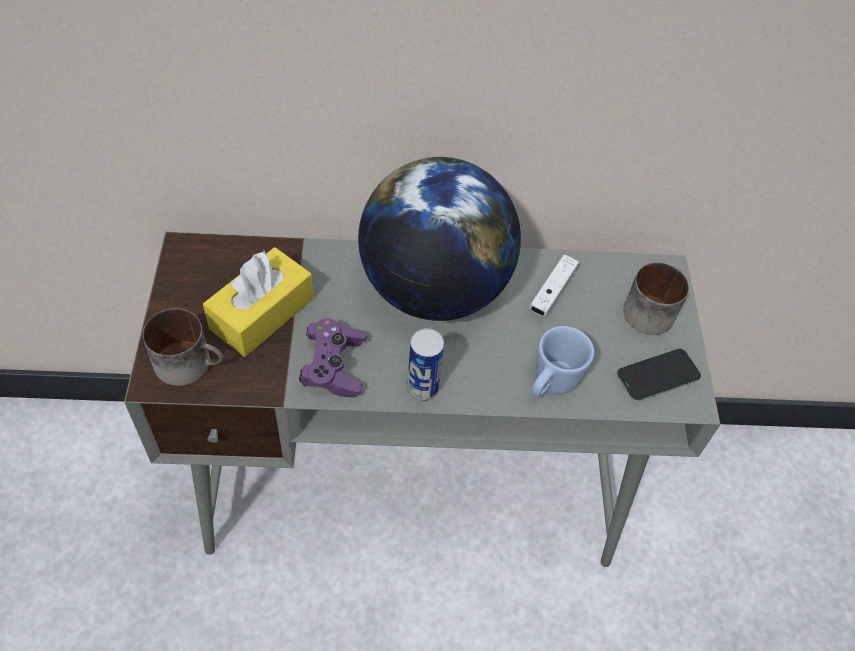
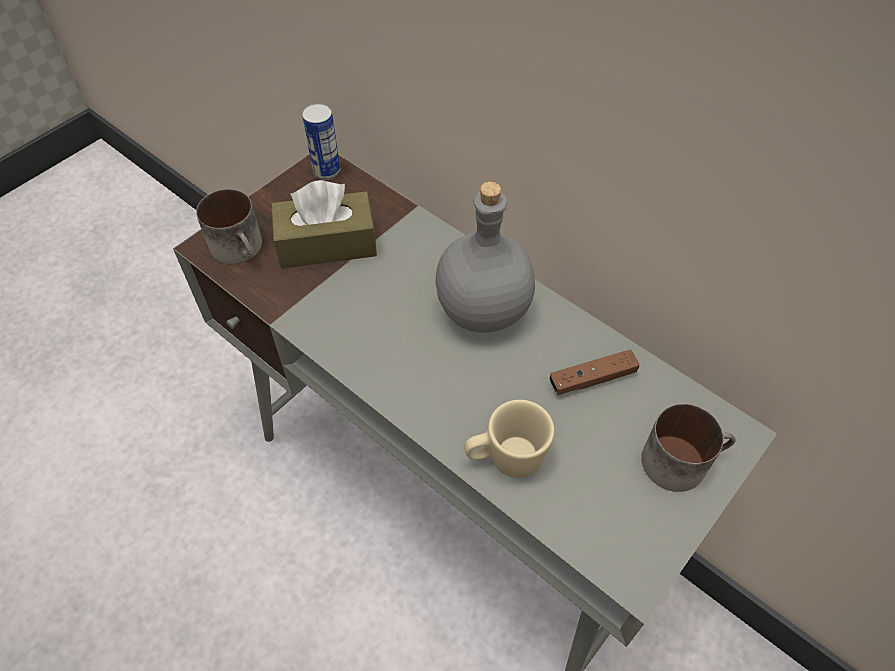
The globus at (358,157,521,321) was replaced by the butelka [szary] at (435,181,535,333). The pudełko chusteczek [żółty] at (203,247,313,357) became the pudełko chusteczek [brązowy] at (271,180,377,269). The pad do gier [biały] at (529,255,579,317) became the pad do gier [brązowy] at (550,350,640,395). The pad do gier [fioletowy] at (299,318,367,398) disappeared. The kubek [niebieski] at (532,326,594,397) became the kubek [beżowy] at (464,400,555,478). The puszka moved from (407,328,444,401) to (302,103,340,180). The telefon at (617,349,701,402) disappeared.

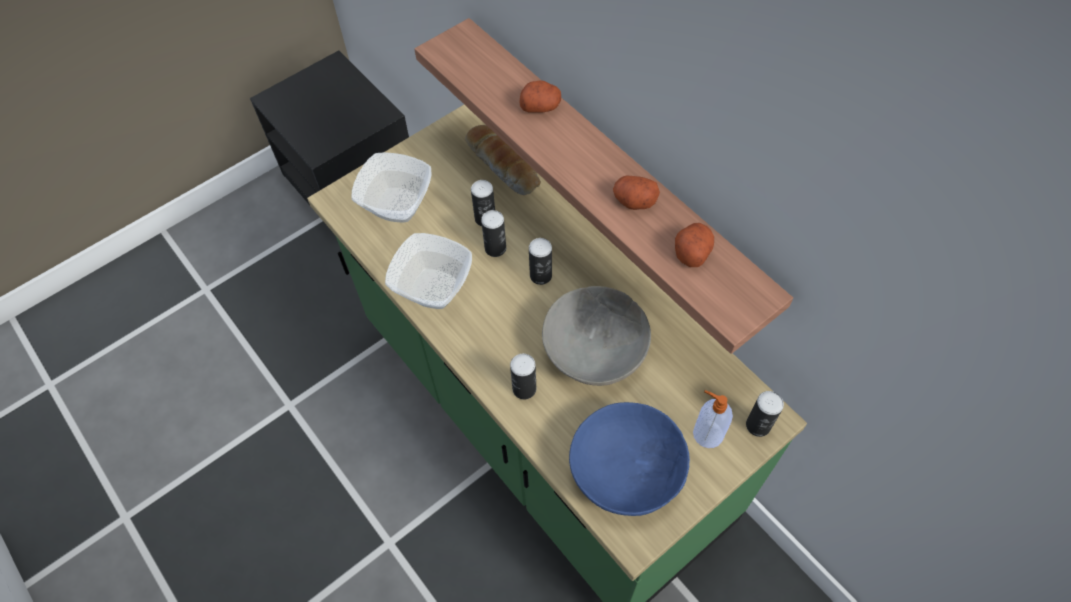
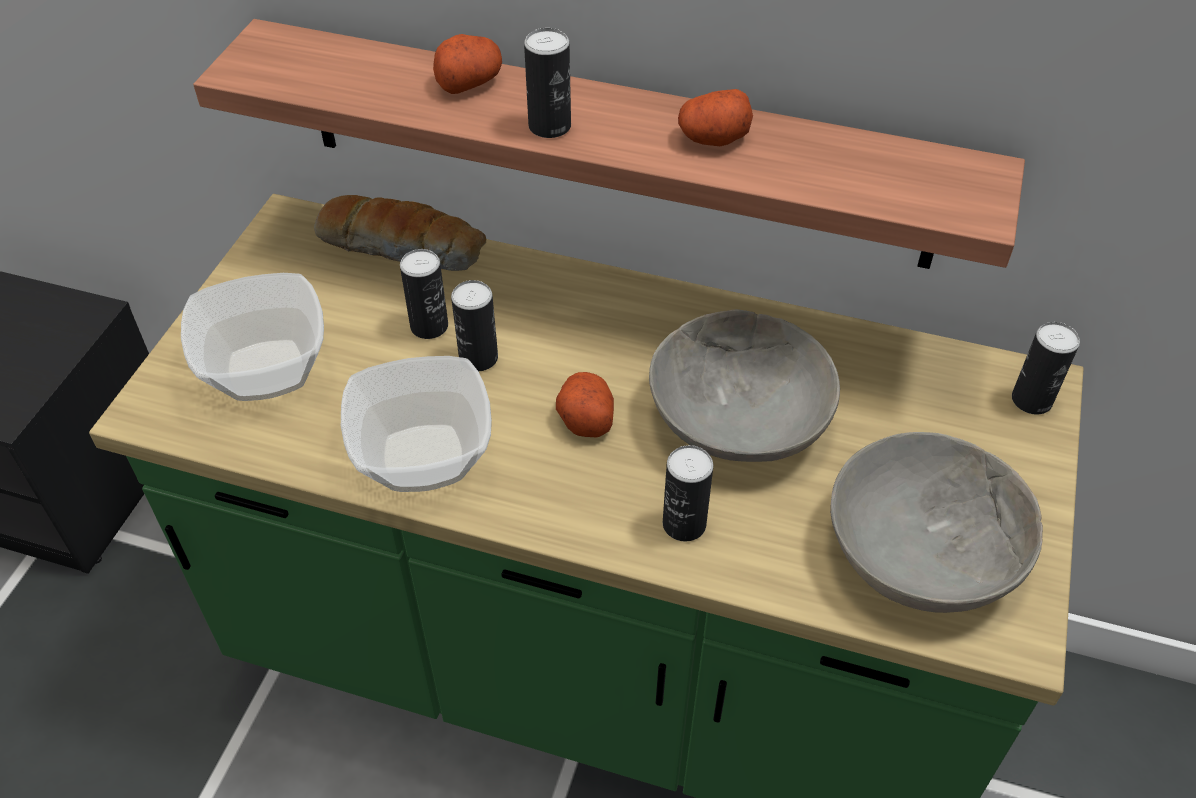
The ziemniak moved from (675,223,714,267) to (556,372,614,437). The puszka moved from (529,238,552,285) to (524,28,571,138). The dozownik mydła at (693,390,733,448) disappeared. The miska [niebieski] at (569,402,690,516) became the miska [szary] at (830,432,1043,613).

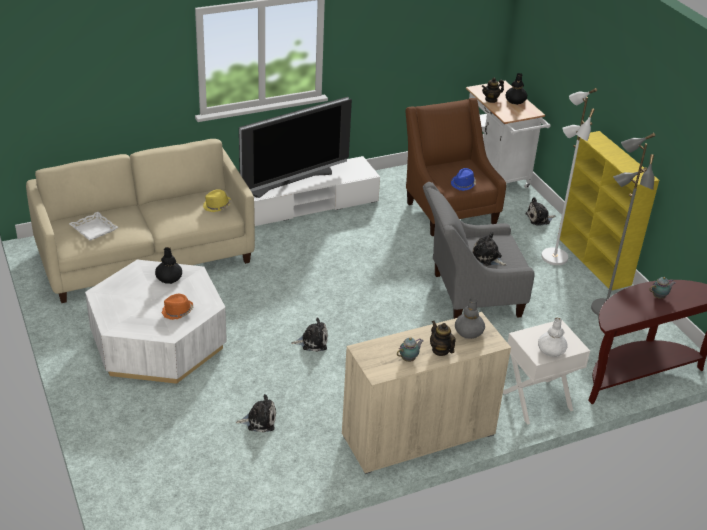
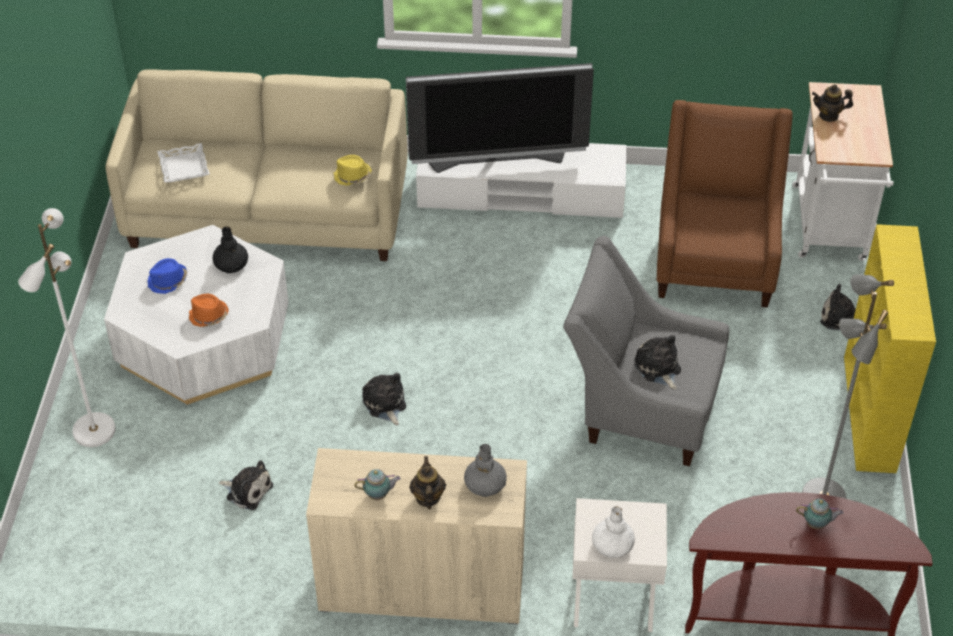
The wazon [czarny] at (506,73,527,105) disappeared. The lampa stojąca [biały] moved from (541,88,597,265) to (18,208,116,447). The kapelusz [niebieski] moved from (451,168,476,191) to (147,258,187,294). The pluszak at (291,318,328,352) turned 135 degrees counterclockwise.

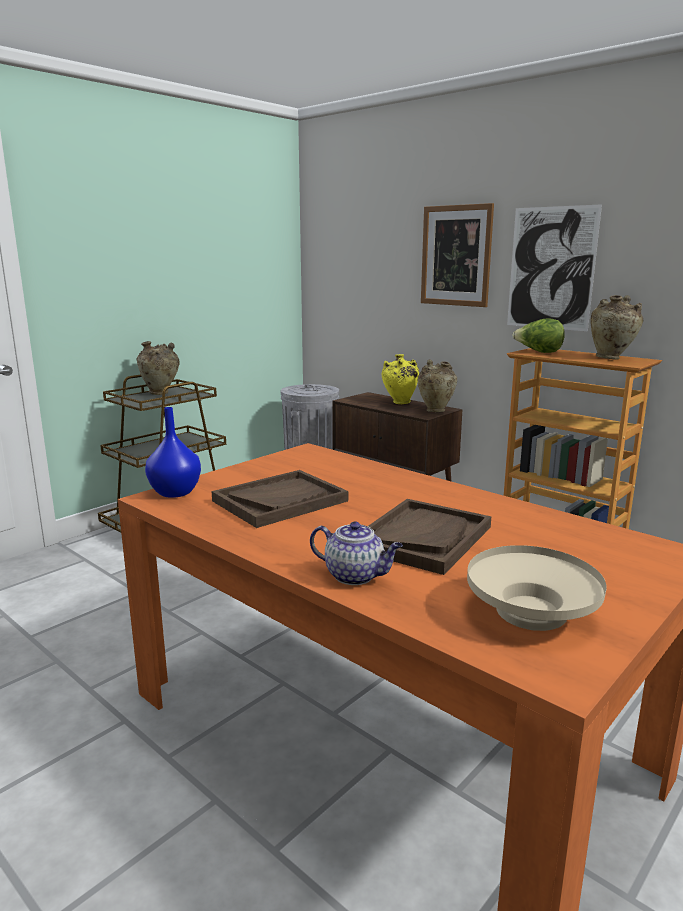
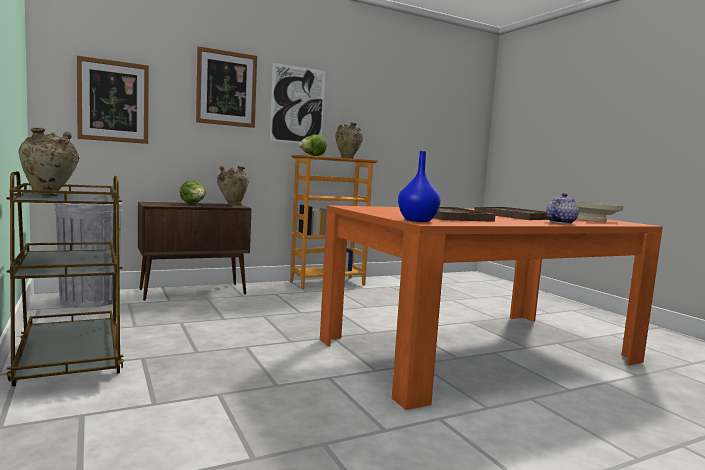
The wazon [żółty] at (382,354,419,404) was replaced by the sałata at (180,180,206,204). The obraz at (77,56,149,144) appeared.

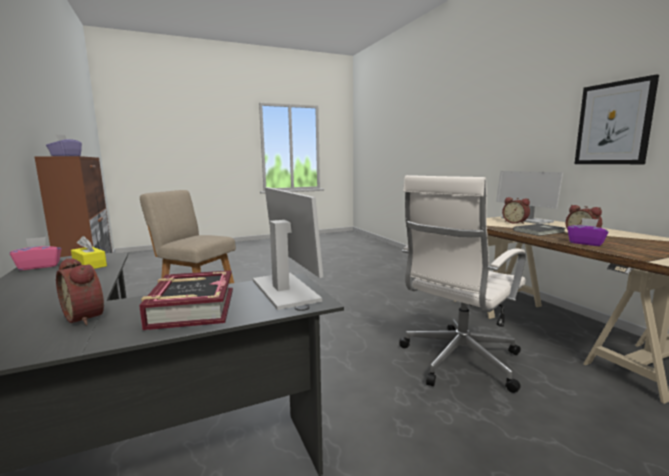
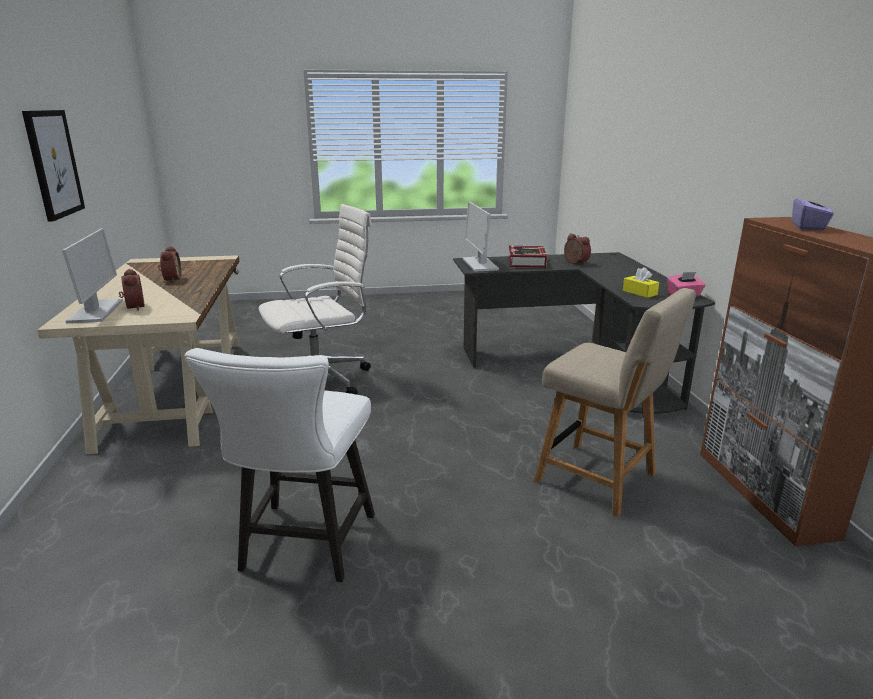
The pudełko chusteczek [fioletowy] at (568,218,609,246) disappeared. The książka [szary] at (513,224,565,236) disappeared. The krzesło [biały] at (185,348,375,582) appeared.

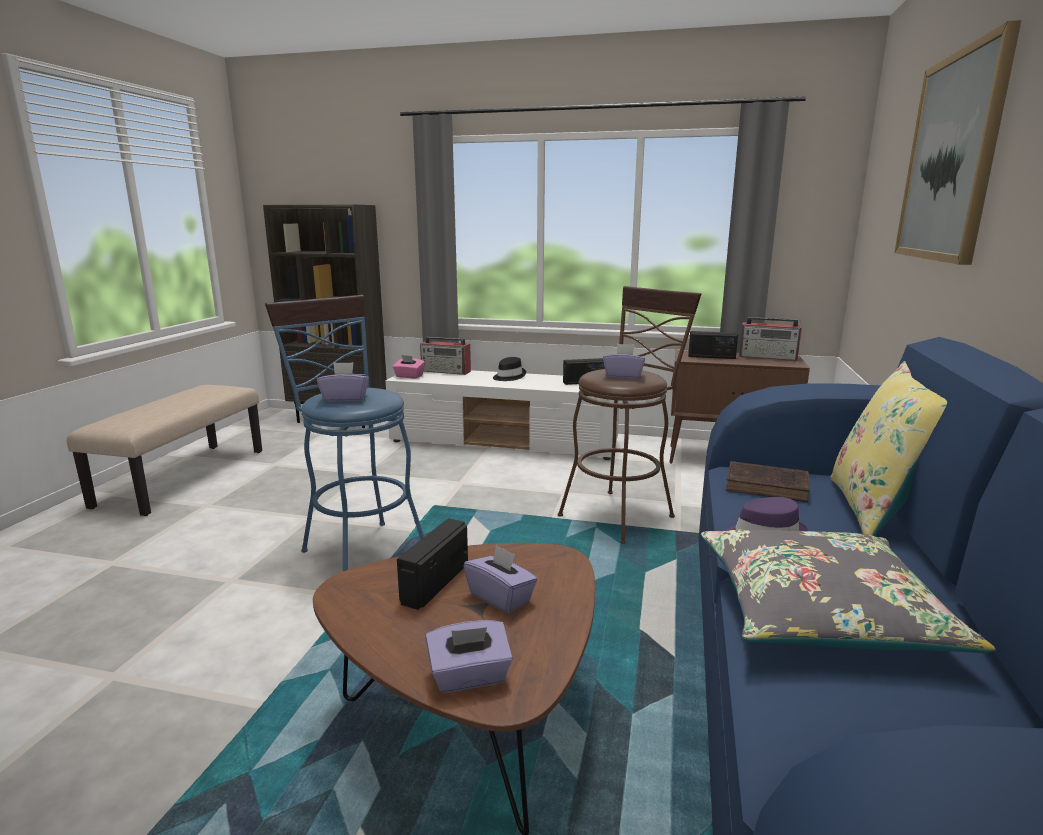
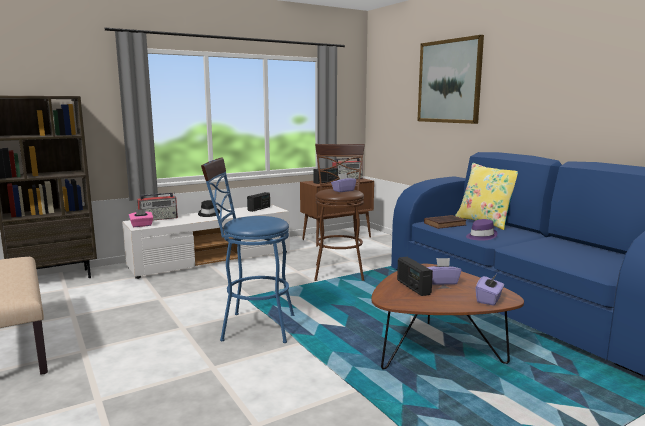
The pudełko chusteczek [fioletowy] at (317,362,369,402) disappeared. The poduszka [szary] at (701,529,996,653) disappeared.

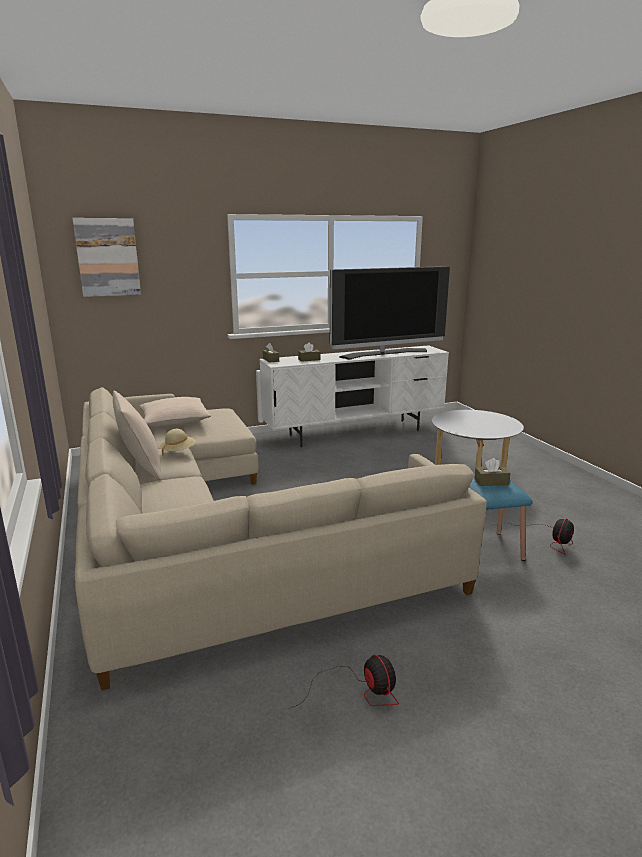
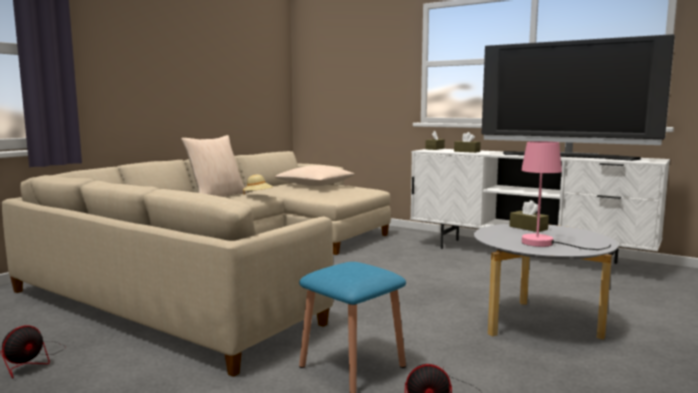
The obraz at (72,218,141,297) disappeared. The pudełko chusteczek [brązowy] moved from (474,458,510,486) to (510,200,549,232). The lampa stołowa [różowy] at (521,141,611,250) appeared.

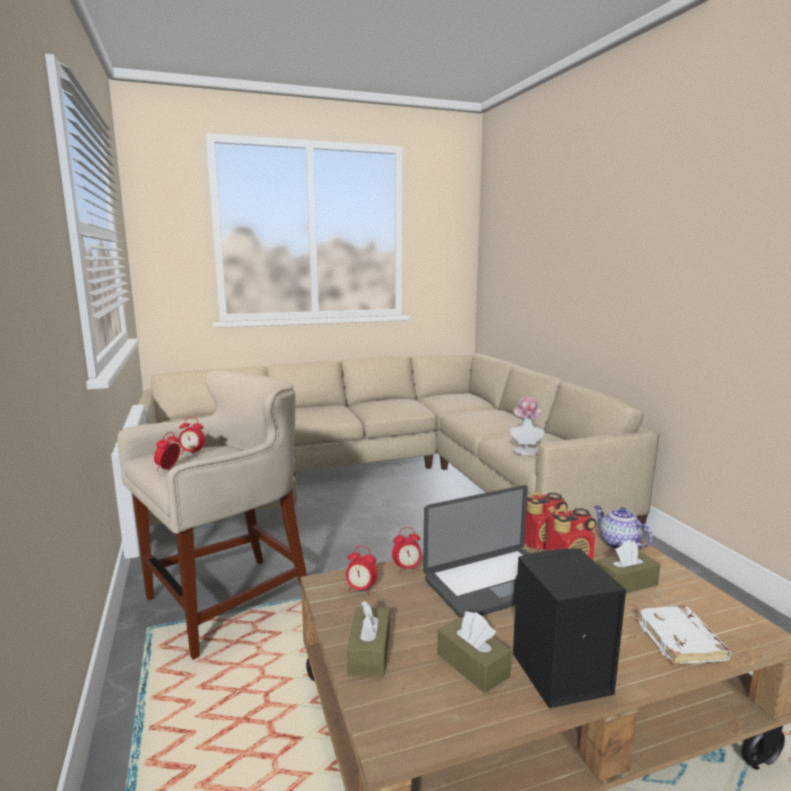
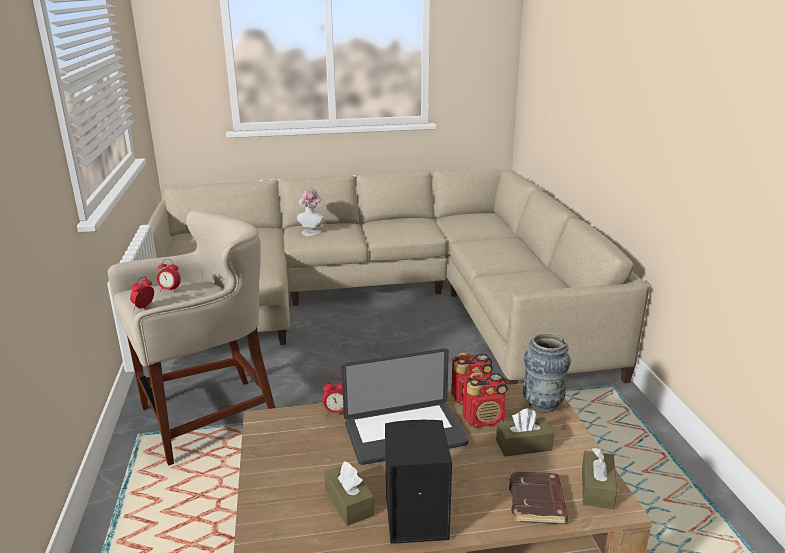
The kapelusz moved from (510,397,545,455) to (297,188,324,236). The imbryk at (594,506,653,549) was replaced by the wazon at (523,333,571,413). The budzik at (346,546,378,595) disappeared. The pudełko chusteczek [brązowy] moved from (347,601,390,677) to (582,448,617,510). The książka [biały] at (635,606,731,665) became the książka [brązowy] at (509,471,568,524).

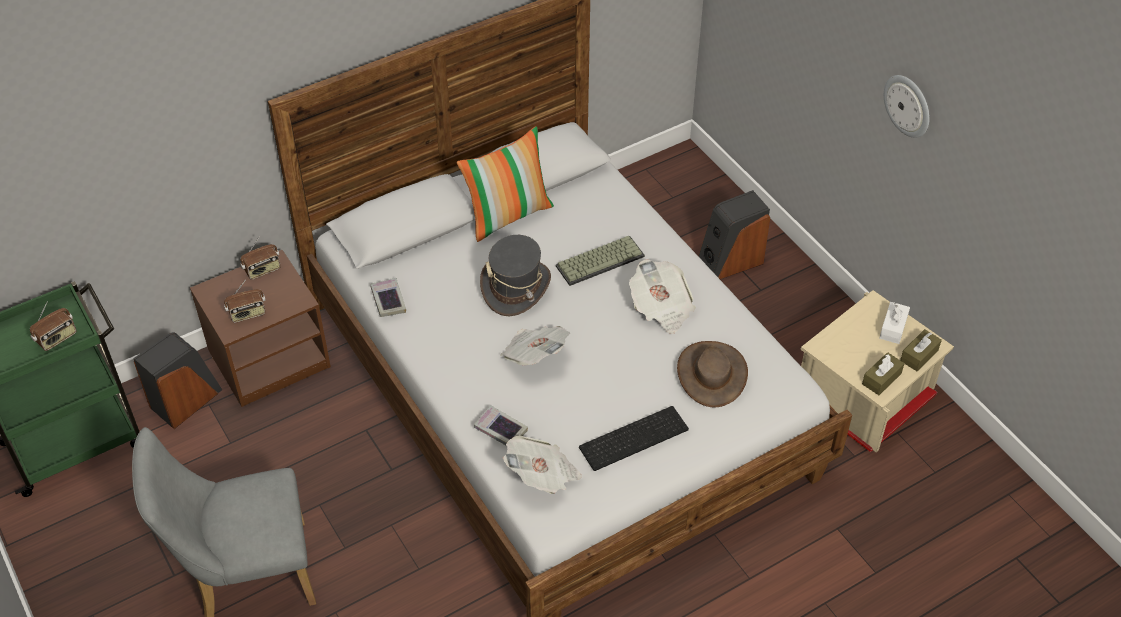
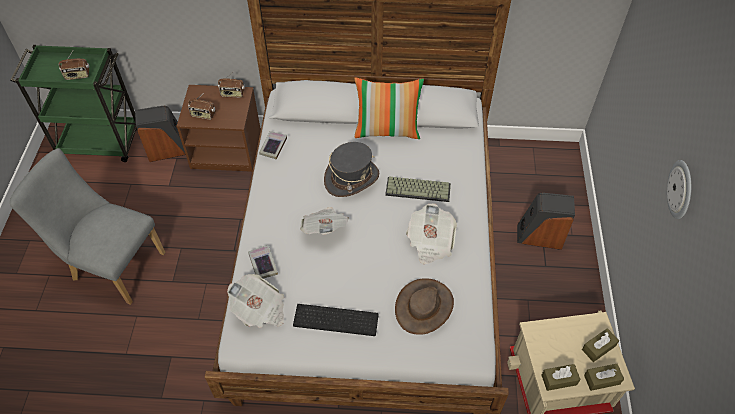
The pudełko chusteczek [biały] at (879,302,910,344) became the pudełko chusteczek [brązowy] at (582,328,619,362).

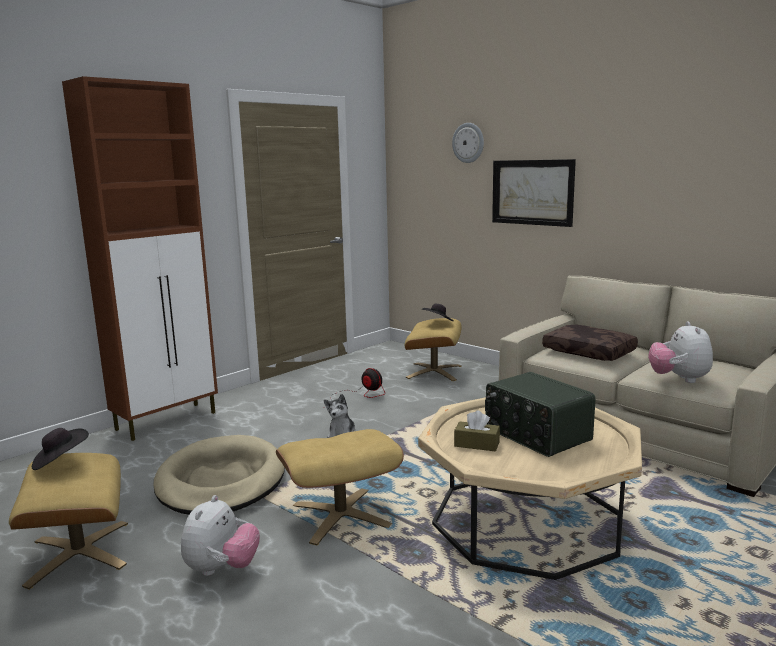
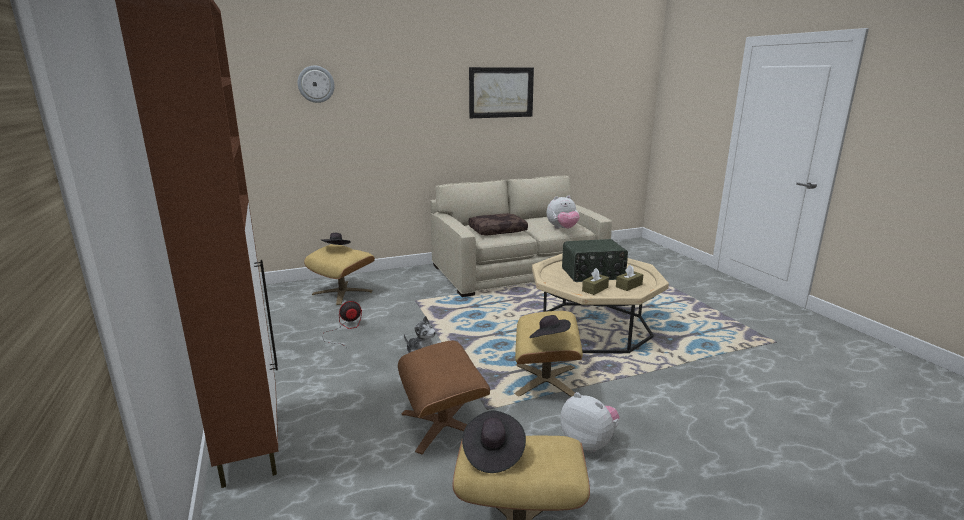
The obraz moved from (492,159,576,227) to (469,67,534,118). The pluszak at (648,321,713,383) turned 45 degrees counterclockwise. The legowisko [beżowy] at (154,435,285,515) was replaced by the pufa [brązowy] at (398,341,490,454). The pudełko chusteczek [brązowy] at (616,265,643,291) appeared. The kapelusz [czarny] at (529,315,571,338) appeared.

